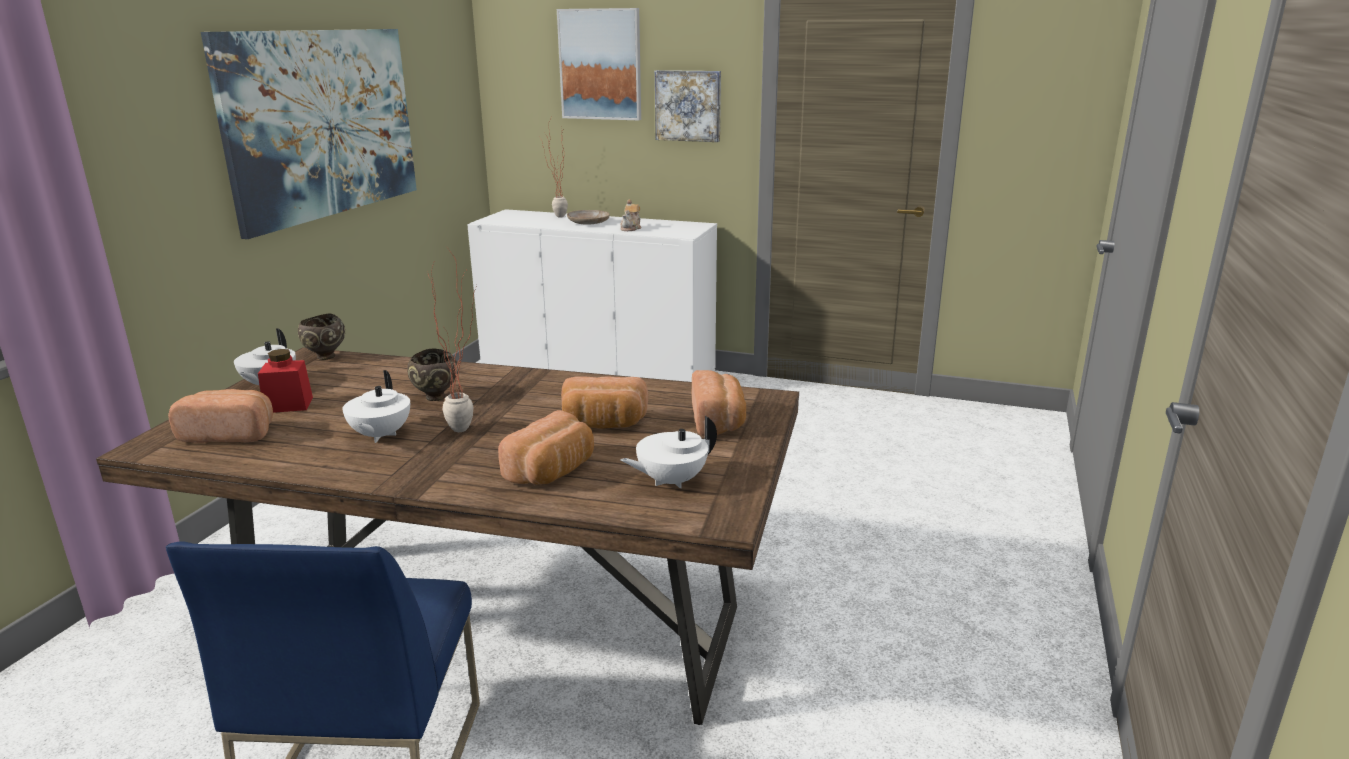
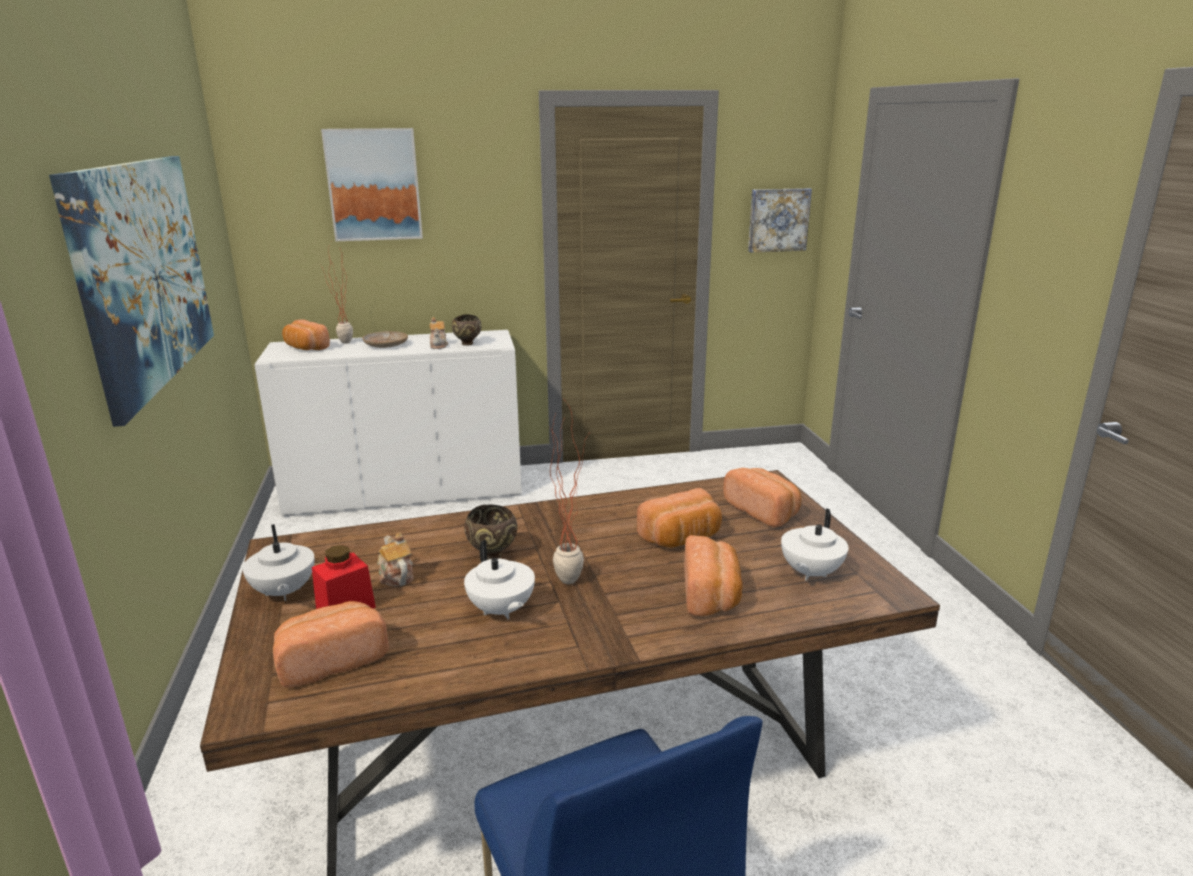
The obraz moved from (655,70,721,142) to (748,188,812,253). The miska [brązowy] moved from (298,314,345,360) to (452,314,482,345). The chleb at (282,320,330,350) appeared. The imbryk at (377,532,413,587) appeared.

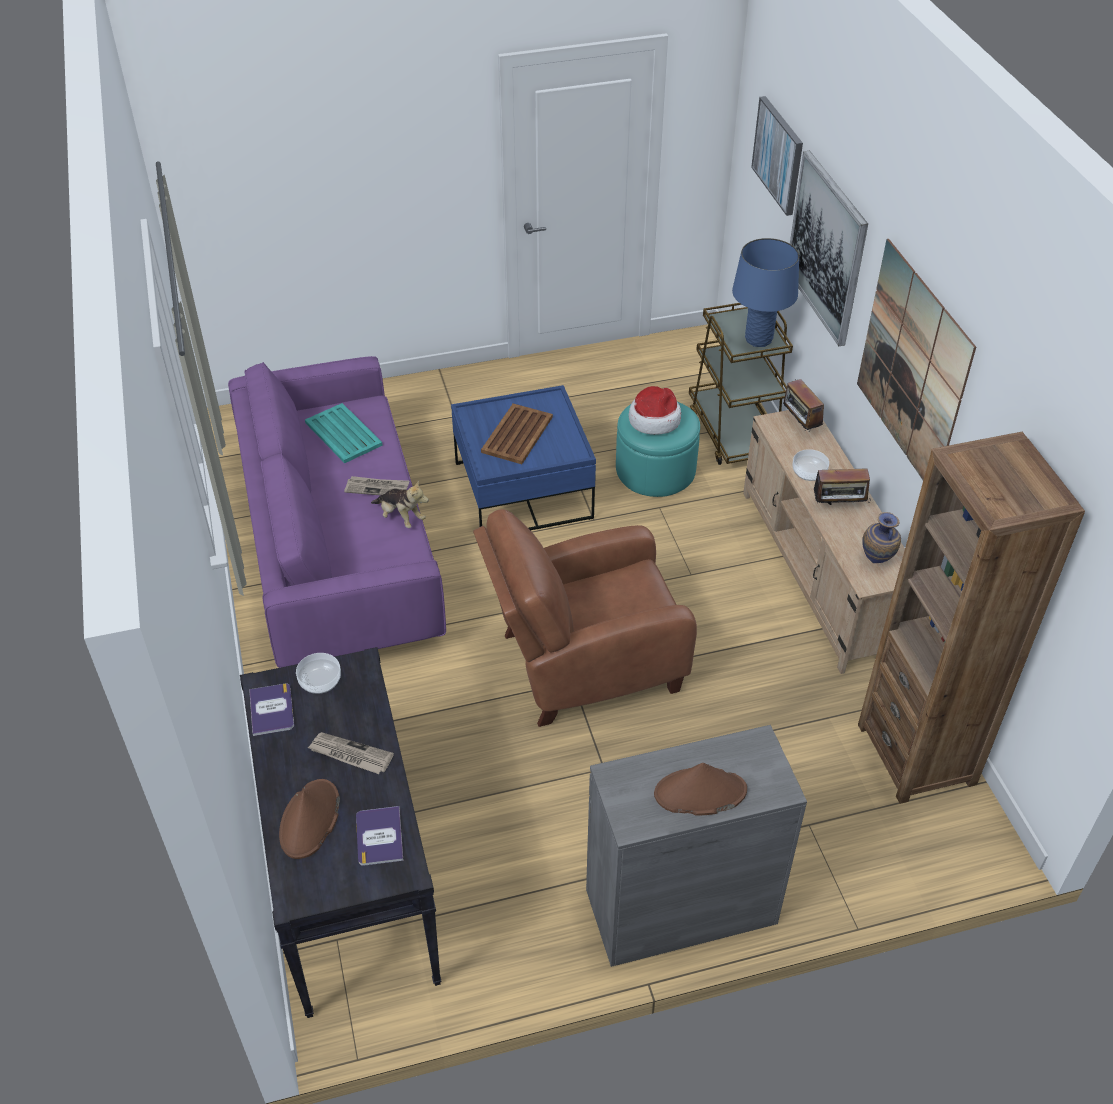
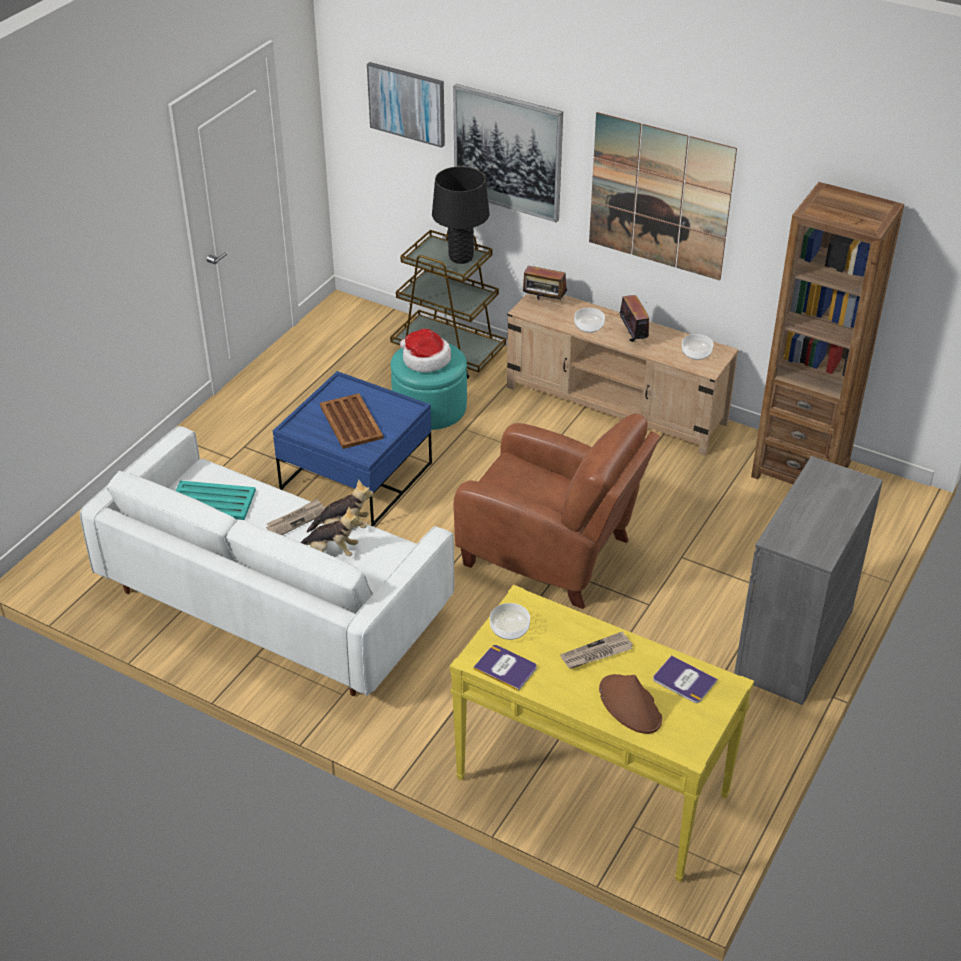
The lampa stołowa [niebieski] at (732,238,799,347) became the lampa stołowa [czarny] at (432,166,490,264). The kanapa [fioletowy] at (228,356,446,668) became the kanapa [biały] at (80,426,454,696). The radio at (814,462,870,505) turned 60 degrees counterclockwise. The fotel [brązowy] at (473,509,697,727) turned 90 degrees counterclockwise. The wazon at (862,512,901,563) was replaced by the miska at (682,334,713,360). The stolik konsolowy [czarny] at (240,647,442,1018) became the stolik konsolowy [żółty] at (450,585,754,882). The kapelusz [brązowy] at (654,763,747,815) disappeared. The pluszak at (301,506,363,556) appeared.

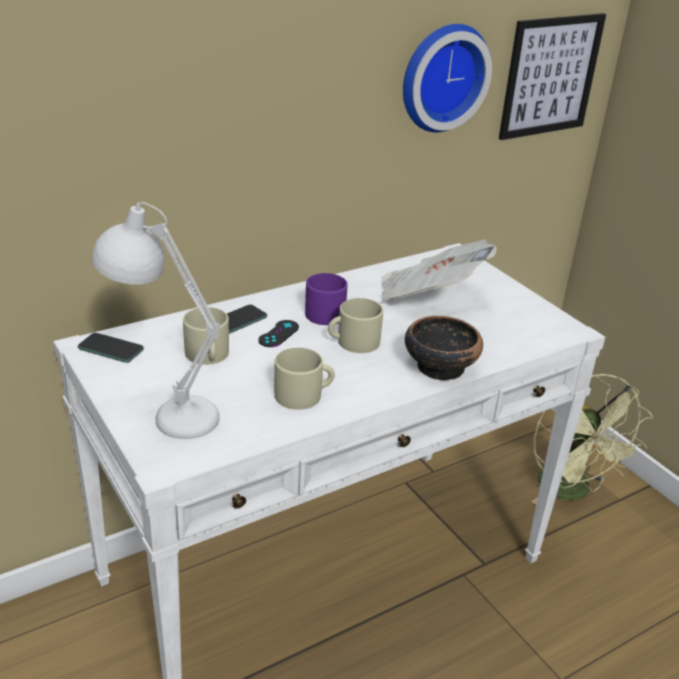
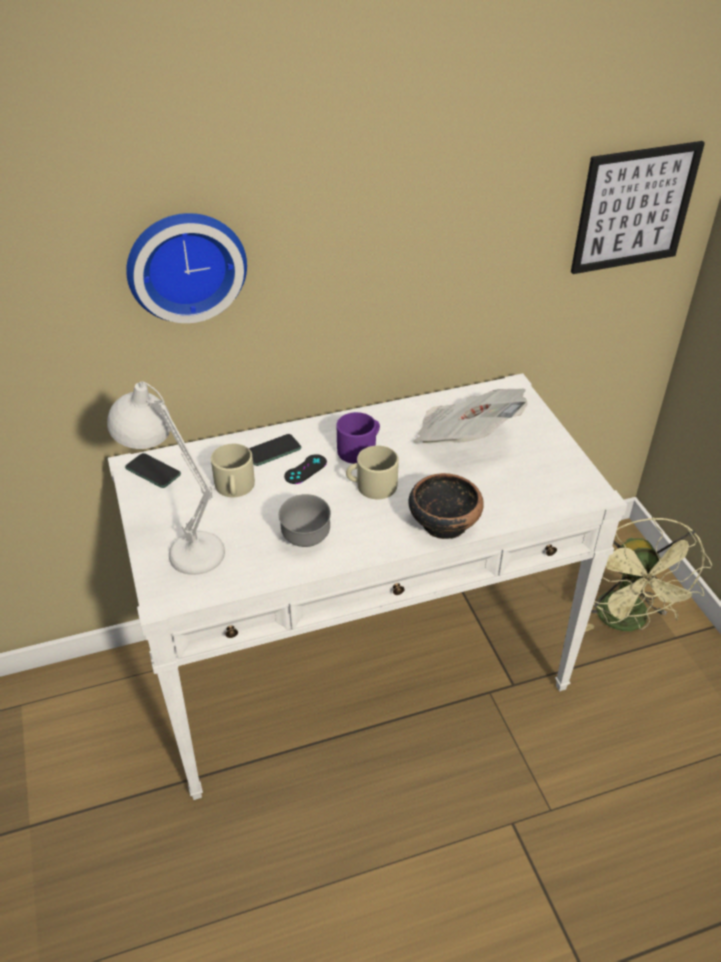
The zegar ścienny moved from (403,24,492,132) to (126,213,247,323). The kubek [beżowy] at (274,348,335,410) was replaced by the miska [szary] at (279,494,331,547).

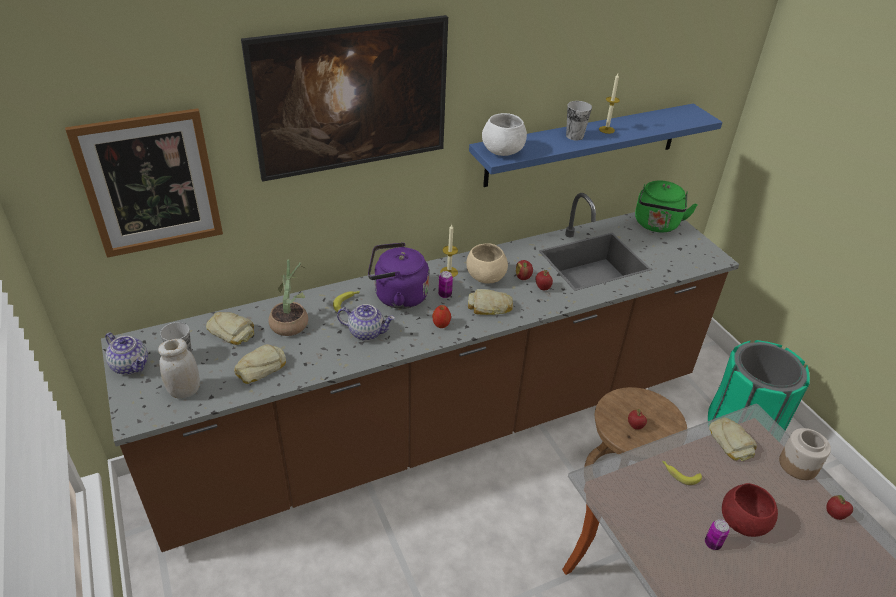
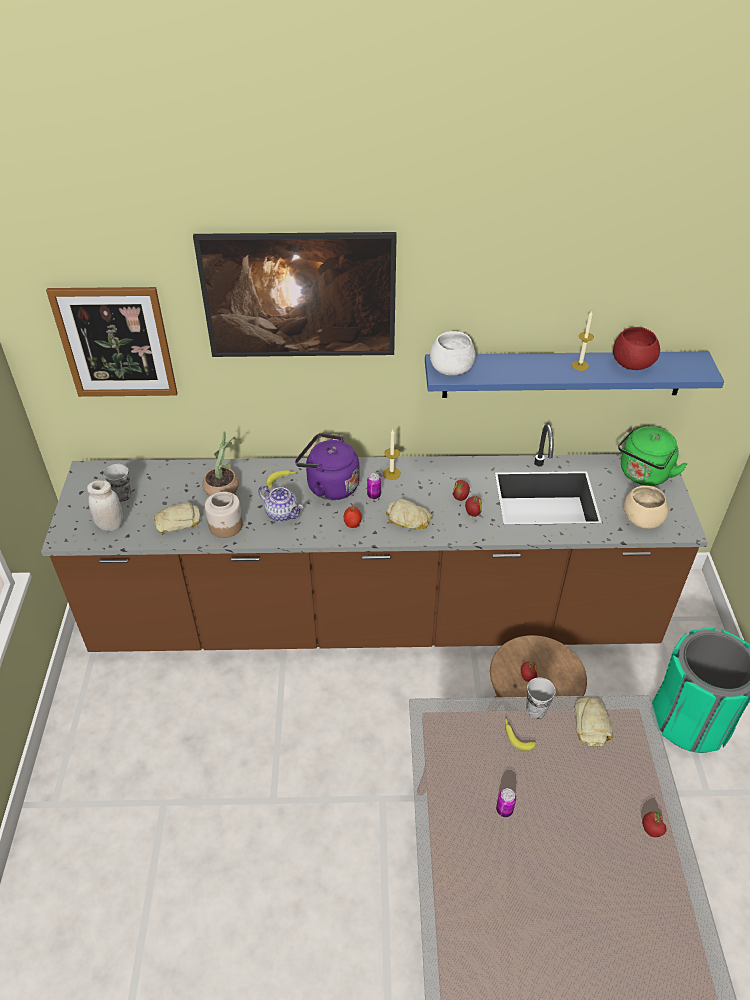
The filiżanka moved from (566,101,592,140) to (526,678,556,719). The miska [beżowy] moved from (466,244,508,284) to (624,486,669,529). The chleb at (206,312,254,345) disappeared. The imbryk at (105,333,148,375) disappeared. The słoik moved from (779,428,831,480) to (205,492,243,538). The miska [czerwony] moved from (722,483,778,537) to (613,327,660,370).

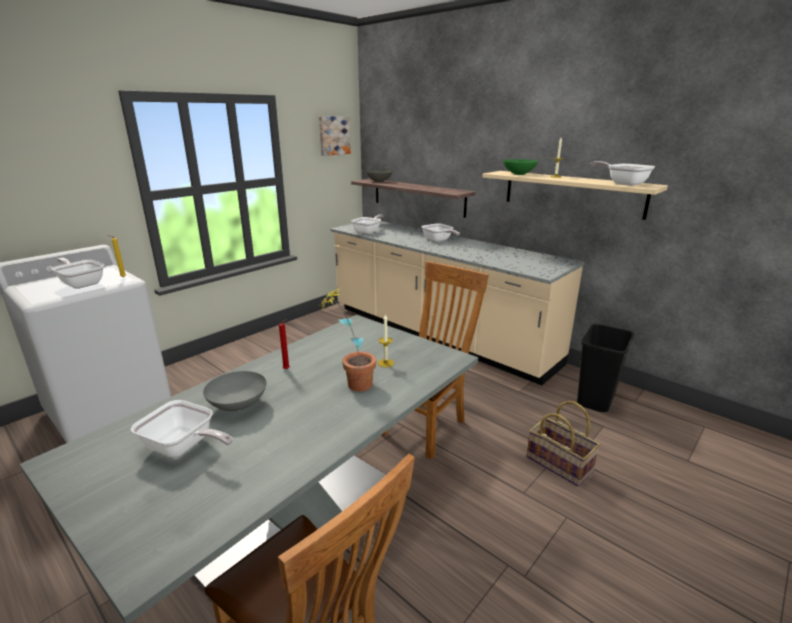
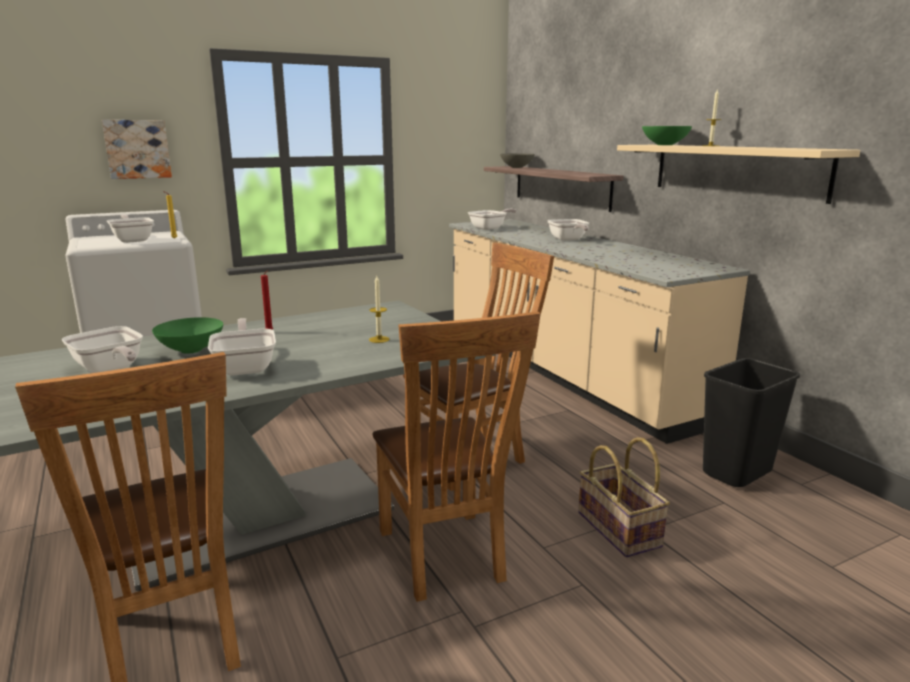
The obraz moved from (319,116,351,156) to (102,120,172,179). The patelnia moved from (591,161,655,186) to (208,318,276,376). The roślina doniczkowa at (320,288,376,391) disappeared. The miska [szary] at (203,371,267,411) became the miska [zielony] at (152,317,223,354). The krzesło [brązowy] at (372,311,541,602) appeared.

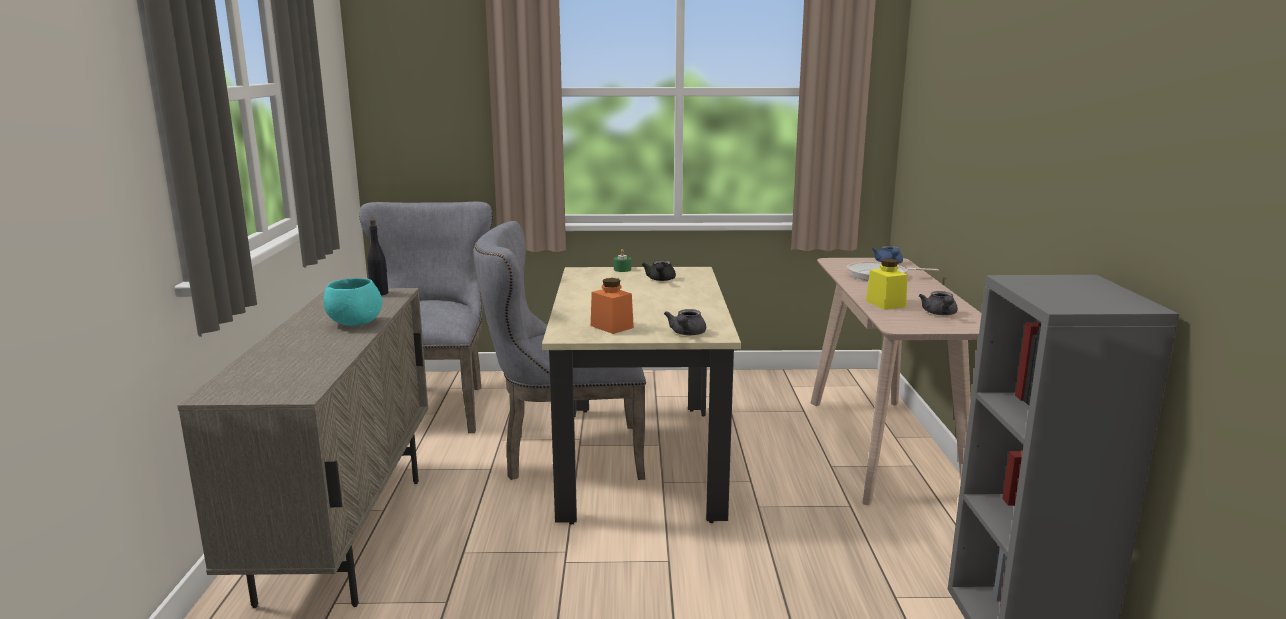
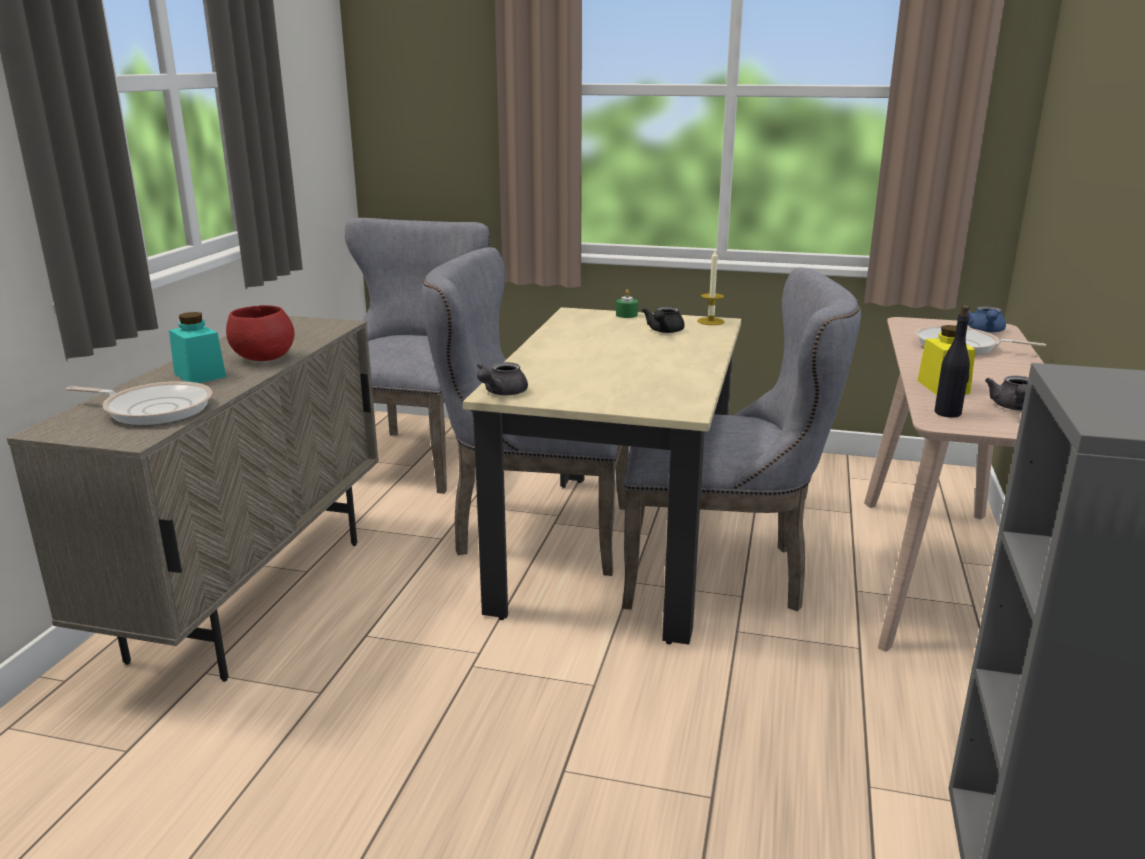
The butelka [czarny] moved from (367,219,388,296) to (934,305,970,418). The miska [turkusowy] at (323,278,382,326) became the miska [czerwony] at (226,305,295,361). The słoik [pomarańczowy] at (591,278,634,334) disappeared. The imbryk [szary] moved from (664,309,706,335) to (477,362,528,395). The świeca at (697,250,725,325) appeared. The krzesło [szary] at (622,267,861,611) appeared. The słoik [turkusowy] at (169,312,226,383) appeared. The patelnia at (66,381,213,425) appeared.

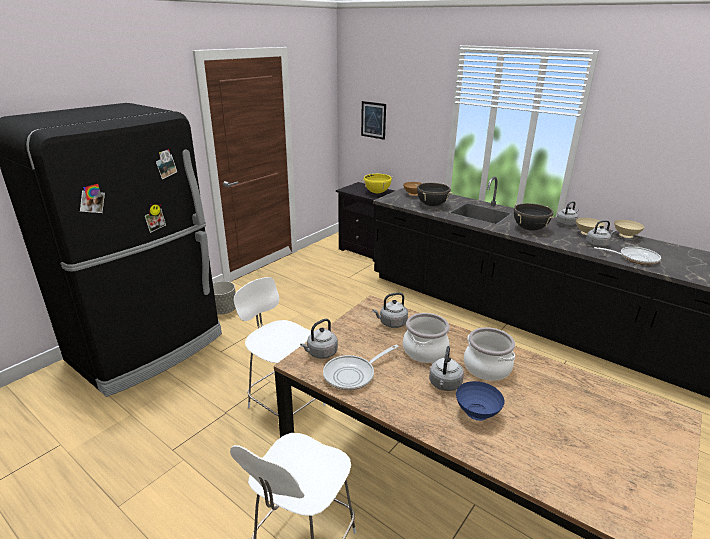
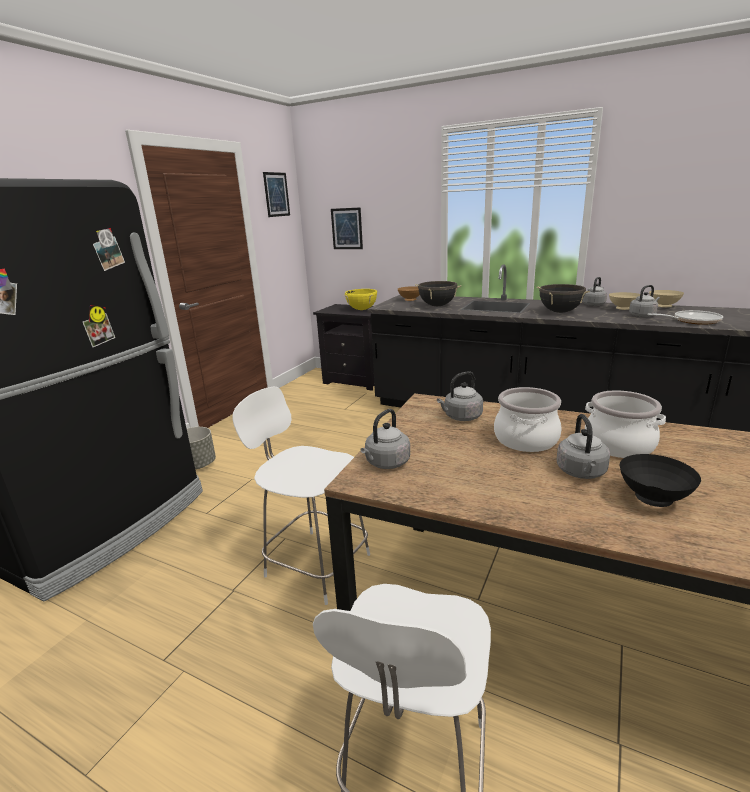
The patelnia at (323,345,399,391) disappeared. The miska [niebieski] at (456,381,505,421) became the miska [czarny] at (620,454,701,507). The obraz at (263,172,290,217) appeared.

